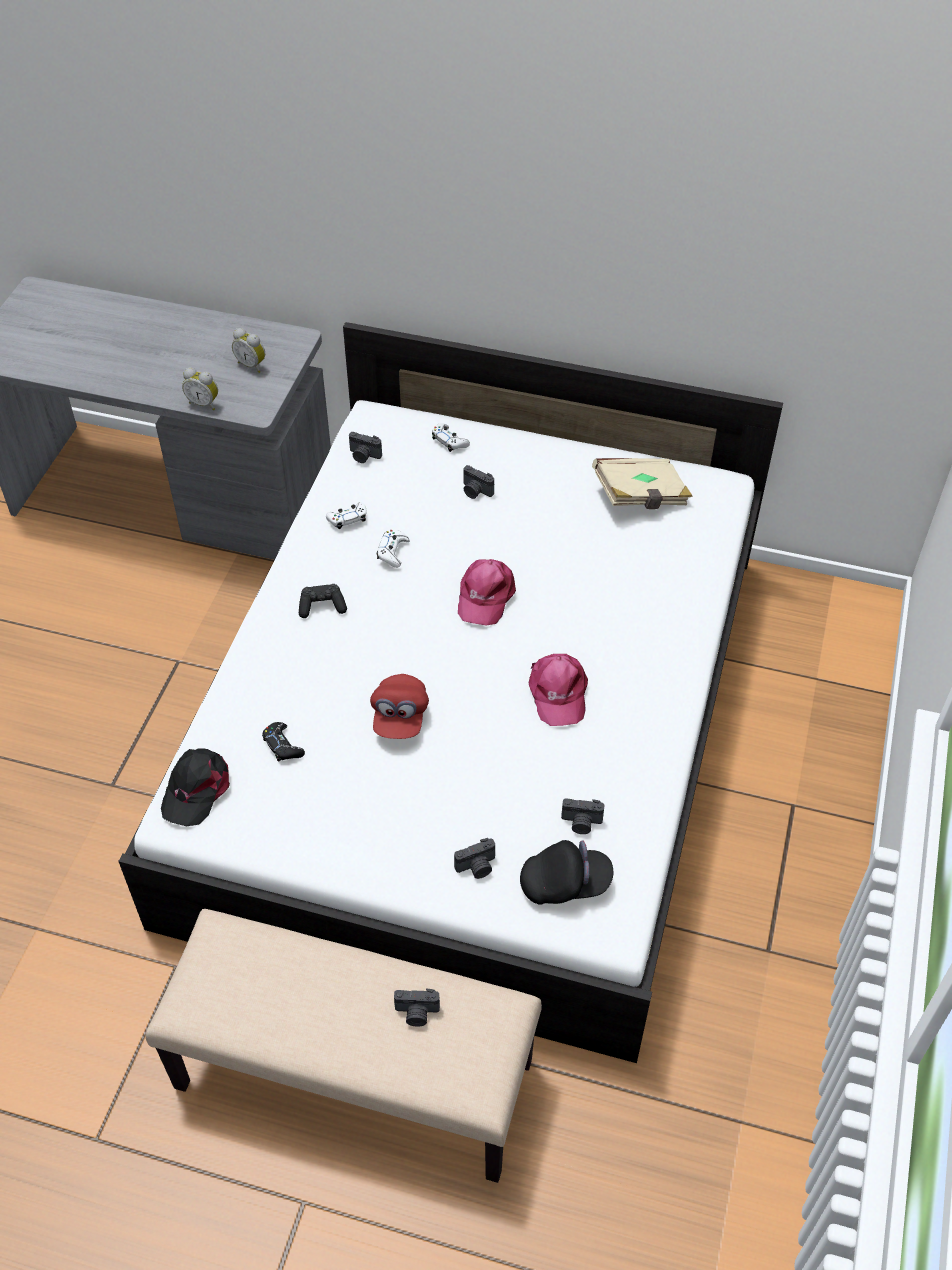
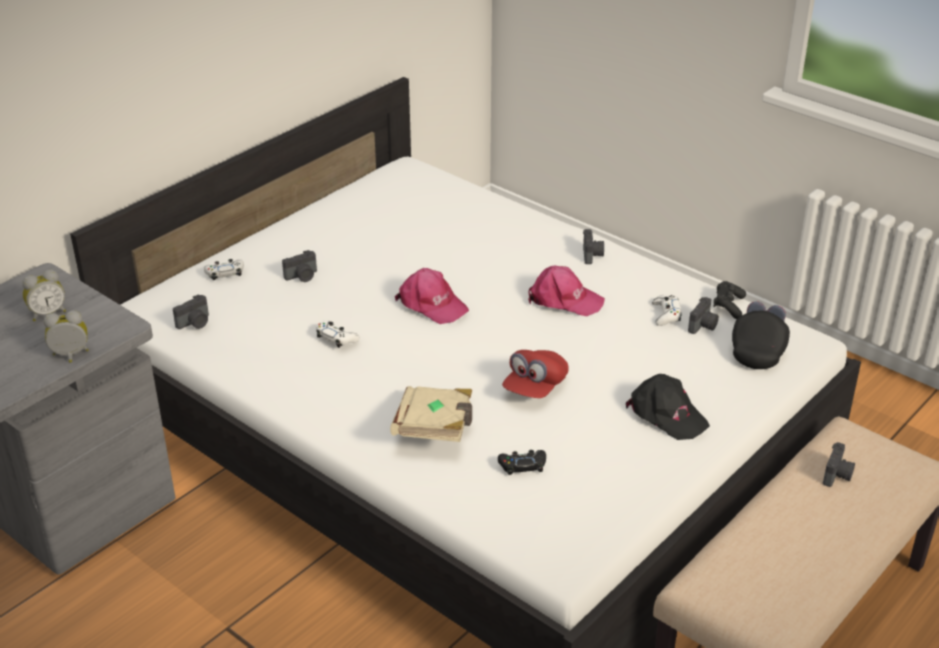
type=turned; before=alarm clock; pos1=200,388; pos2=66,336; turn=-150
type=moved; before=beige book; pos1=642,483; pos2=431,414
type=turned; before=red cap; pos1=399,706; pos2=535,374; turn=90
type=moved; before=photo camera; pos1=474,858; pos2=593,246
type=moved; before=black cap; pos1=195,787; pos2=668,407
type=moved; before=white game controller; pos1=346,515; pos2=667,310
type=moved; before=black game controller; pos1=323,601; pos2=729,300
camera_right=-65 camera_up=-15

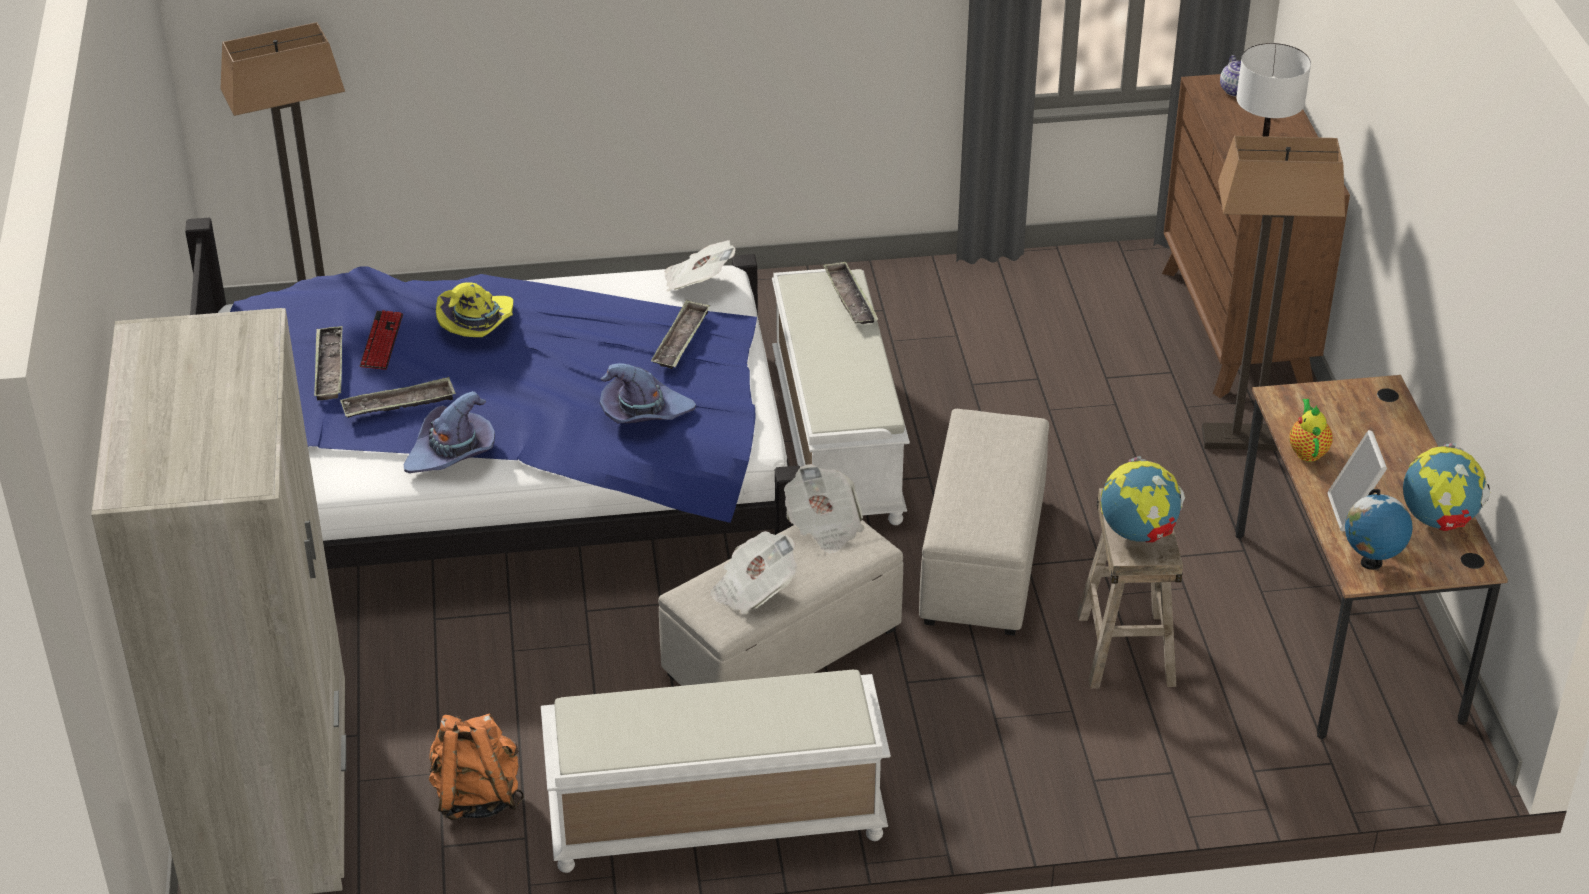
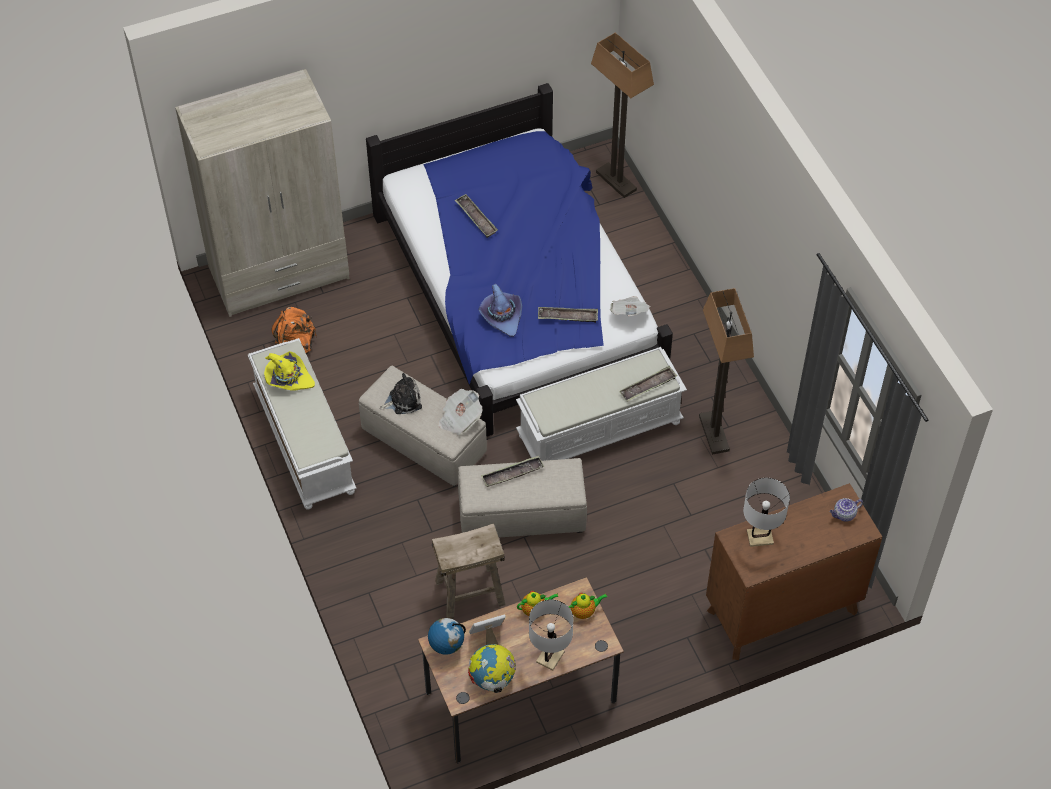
type=moved; before=yellow hat; pos1=474,310; pos2=289,371
type=replaced; before=newspaper; after=plush toy; pos1=753,572; pos2=401,393
type=moved; before=tray; pos1=328,363; pos2=512,471
type=added; after=white table lamp; pos2=551,635
type=added; after=teapot; pos2=588,606
type=moved; before=floor lamp; pos1=1273,293; pos2=726,371
type=removed; before=keyboard; pos1=381,340
type=removed; before=purple hat; pos1=449,432
type=removed; before=globe; pos1=1142,499
camera_right=75 camera_up=15

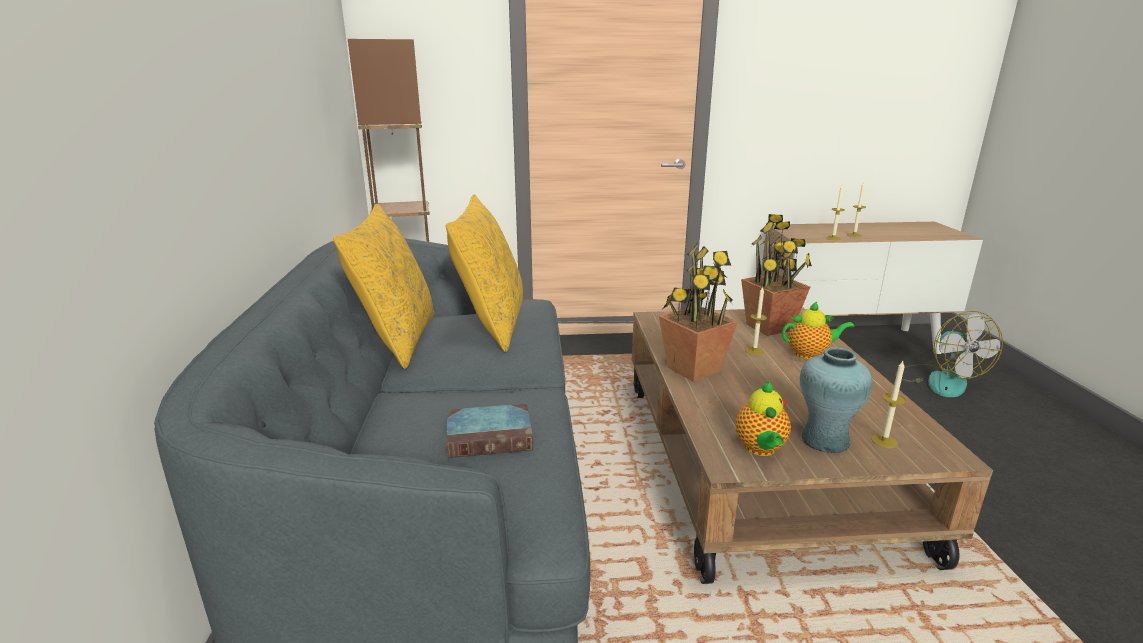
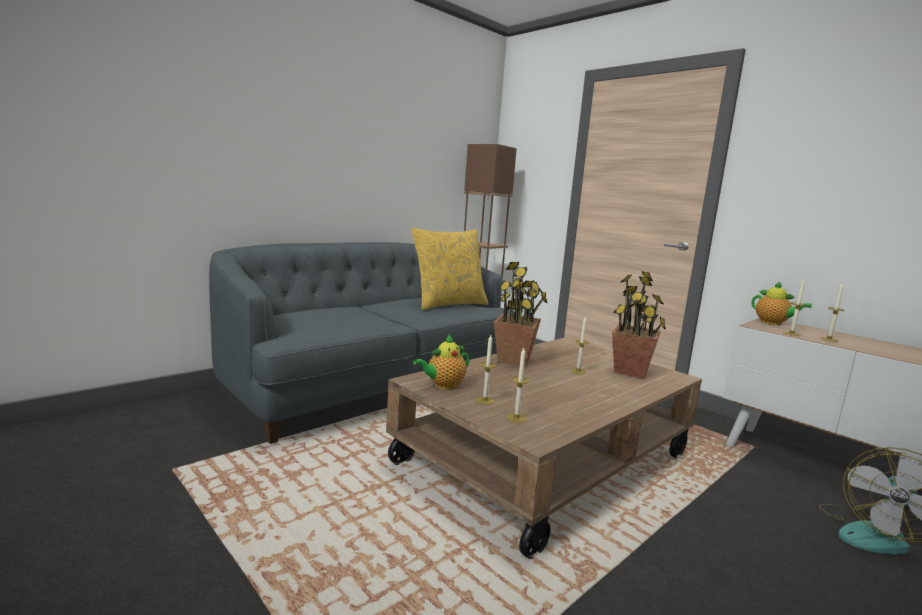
type=replaced; before=turquoise vase; after=candle; pos1=836,400; pos2=486,370
type=moved; before=teapot; pos1=818,330; pos2=782,303
type=removed; before=yellow pillow; pos1=384,286
type=removed; before=book; pos1=489,430
camera_right=50 camera_up=-10

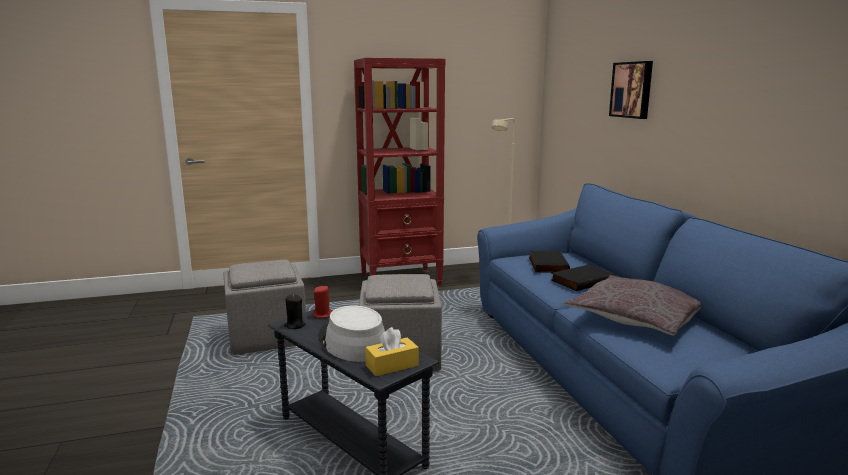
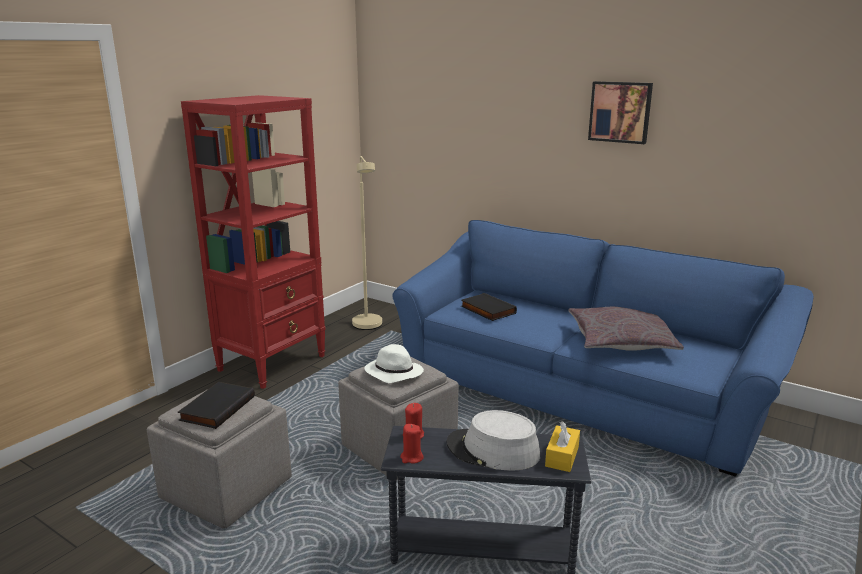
type=moved; before=black book; pos1=583,278; pos2=216,405
type=added; after=white hat; pos2=394,363
type=recoloured; before=black candle; after=red candle; pos1=295,311; pos2=412,444
type=moved; before=picture; pos1=631,90; pos2=620,112
camera_right=-40 camera_up=5

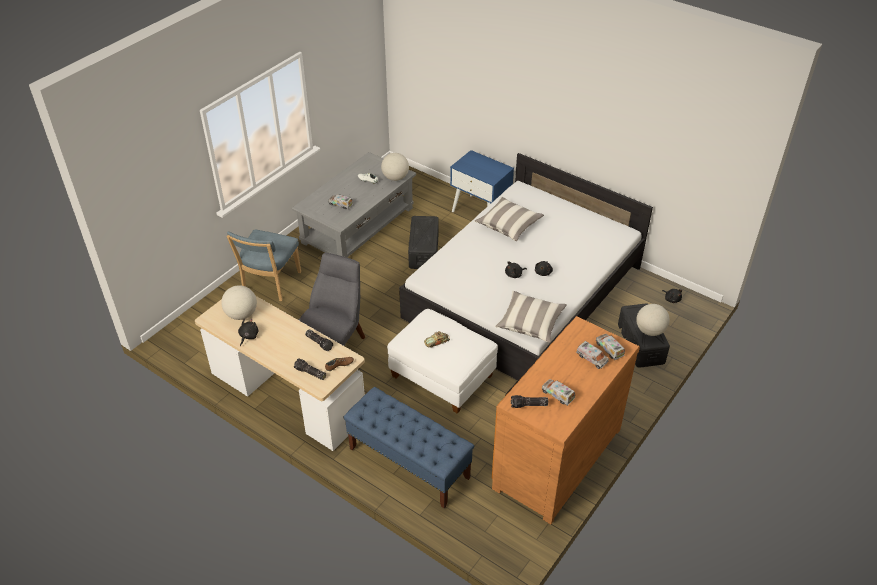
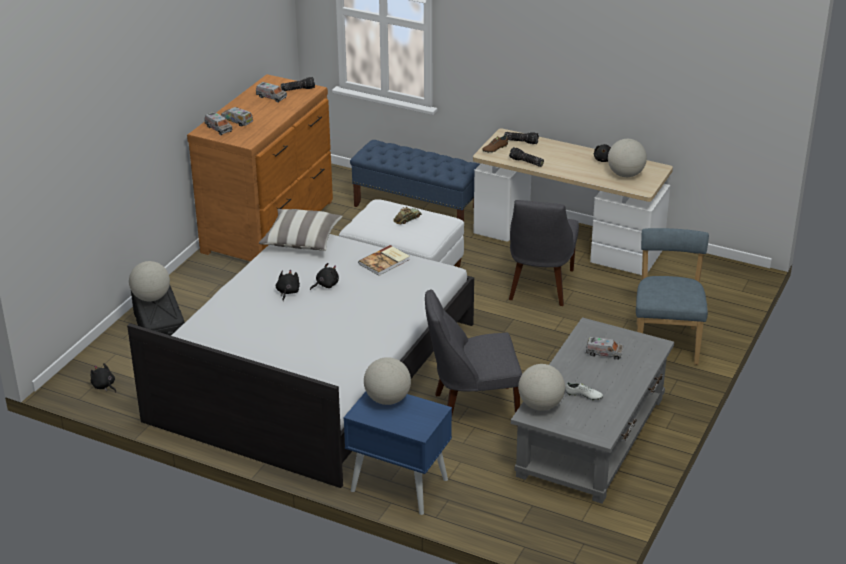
type=added; after=book; pos2=384,260
type=added; after=globe; pos2=387,381
type=replaced; before=black storage box; after=grey chair; pos1=423,242; pos2=473,358
type=removed; before=pillow; pos1=509,219
camera_right=170 camera_up=-10

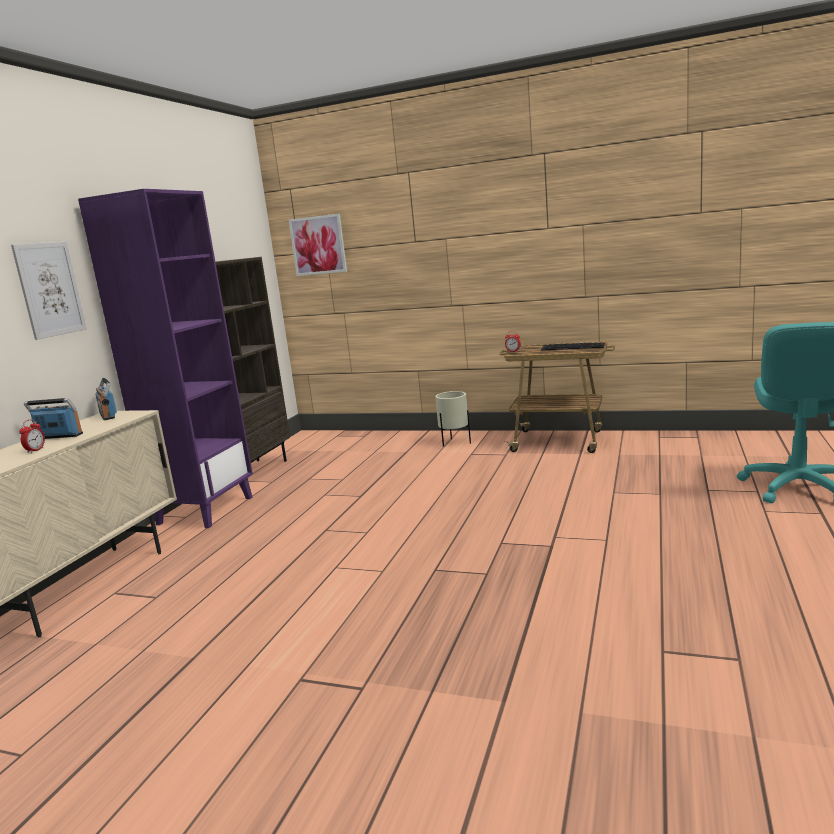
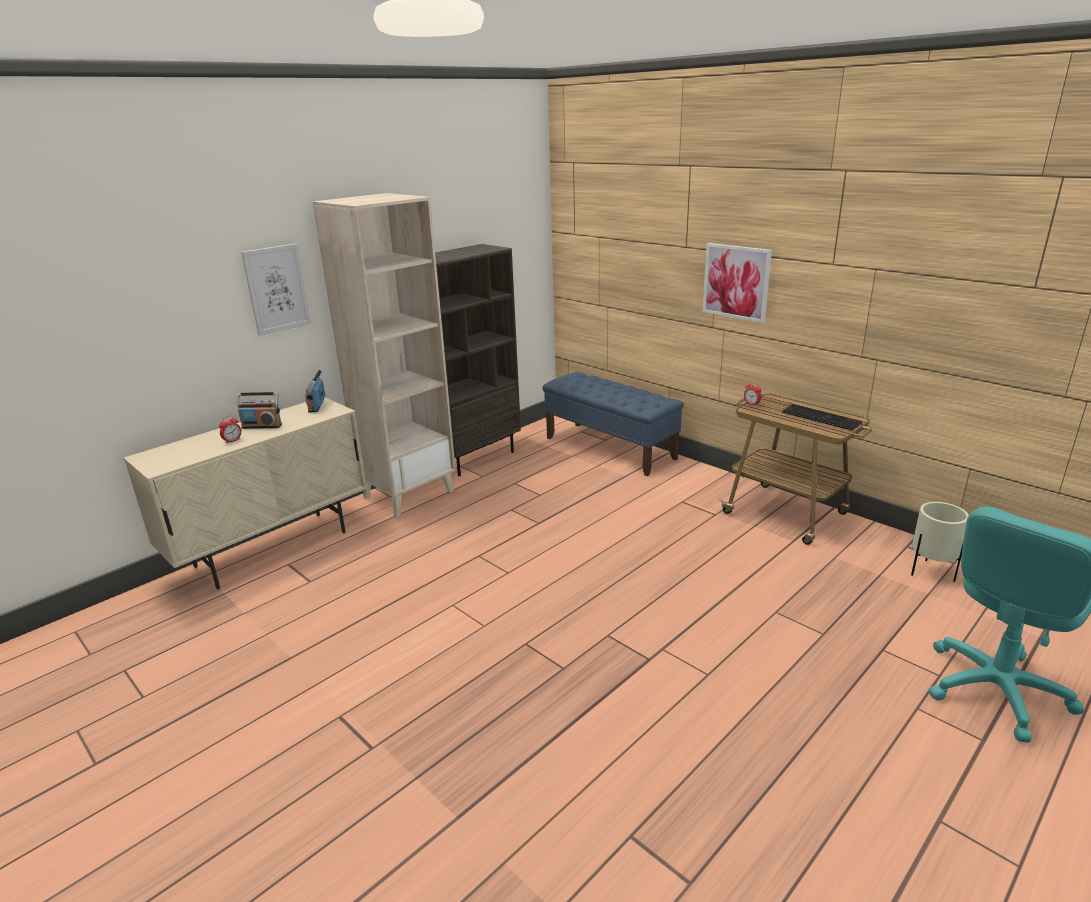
type=turned; before=radio; pos1=53,418; pos2=259,410; turn=150
type=recoloured; before=purple bookcase; after=beige bookcase; pos1=165,358; pos2=384,355
type=added; after=blue bench; pos2=613,424
type=moved; before=picture; pos1=318,245; pos2=737,283
type=moved; before=beige planter; pos1=453,419; pos2=940,542
camera_right=25 camera_up=10

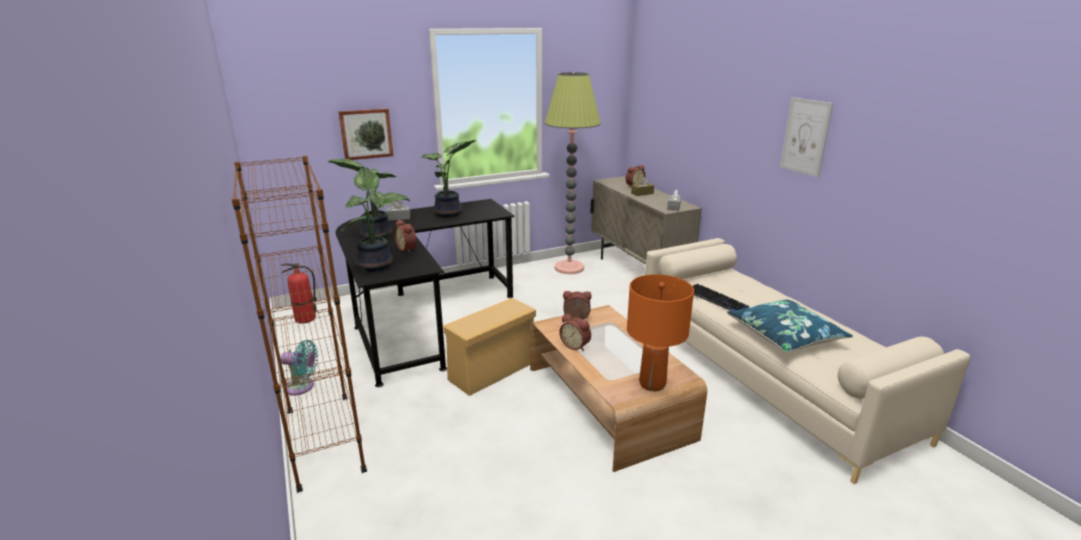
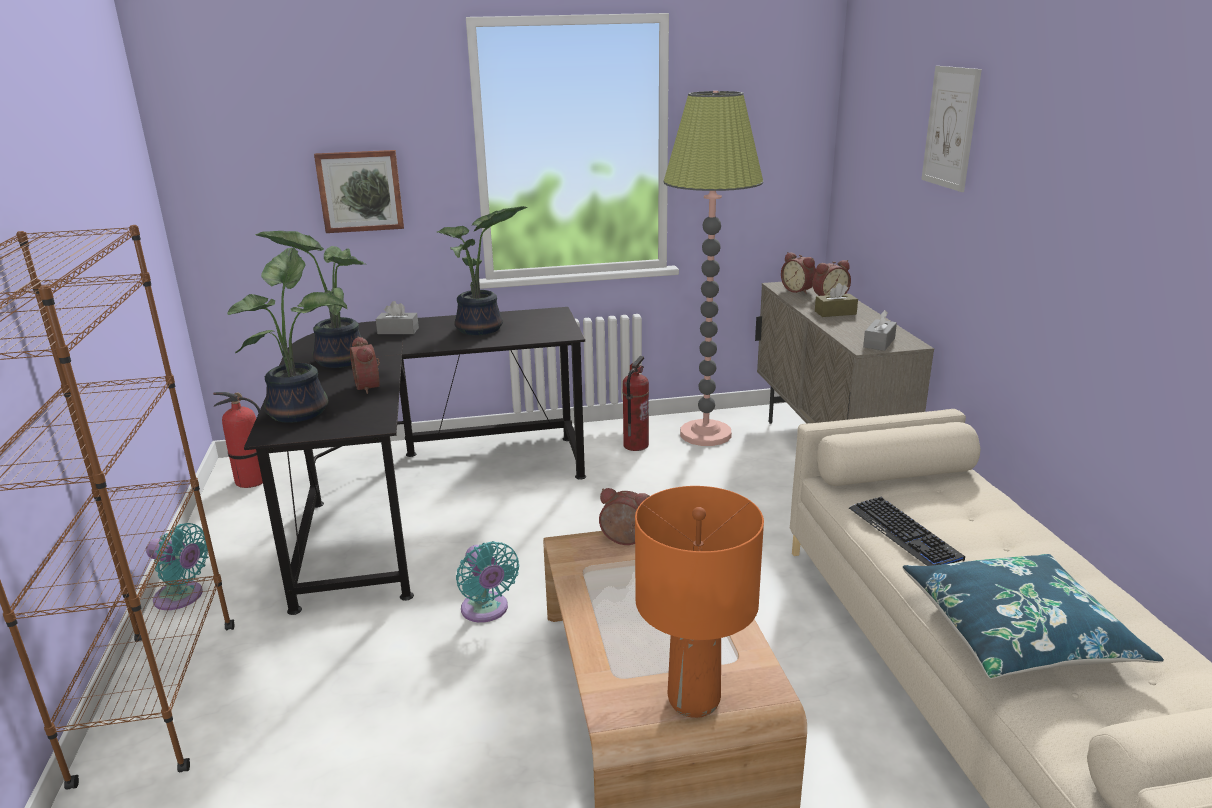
type=replaced; before=beige storage box; after=turquoise fan; pos1=489,347; pos2=487,582
type=added; after=fire extinguisher; pos2=635,403
type=moved; before=alarm clock; pos1=575,332; pos2=798,273
type=moved; before=picture; pos1=806,137; pos2=951,129
camera_right=15 camera_up=0

